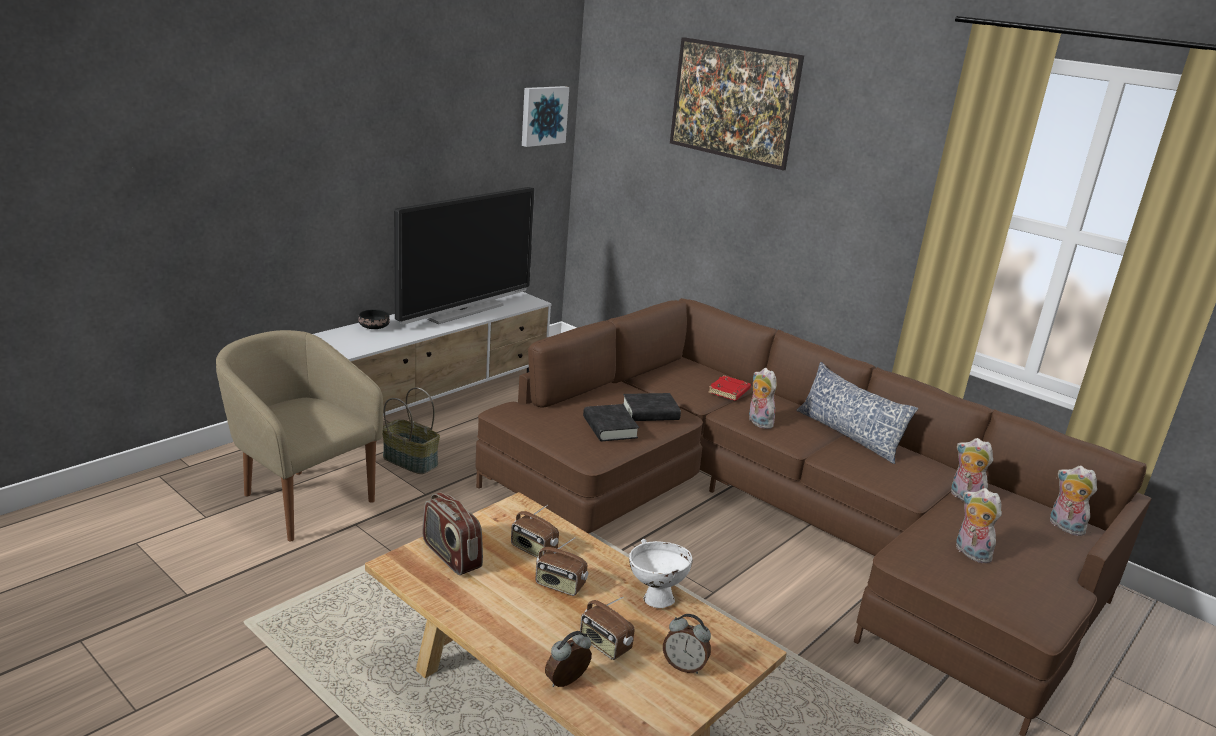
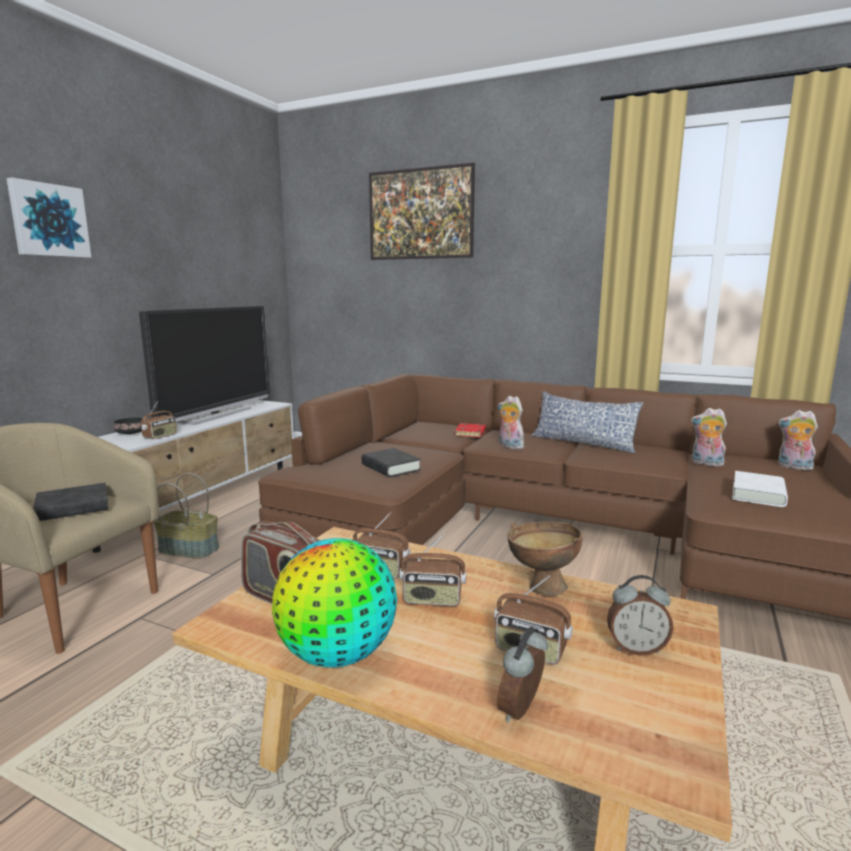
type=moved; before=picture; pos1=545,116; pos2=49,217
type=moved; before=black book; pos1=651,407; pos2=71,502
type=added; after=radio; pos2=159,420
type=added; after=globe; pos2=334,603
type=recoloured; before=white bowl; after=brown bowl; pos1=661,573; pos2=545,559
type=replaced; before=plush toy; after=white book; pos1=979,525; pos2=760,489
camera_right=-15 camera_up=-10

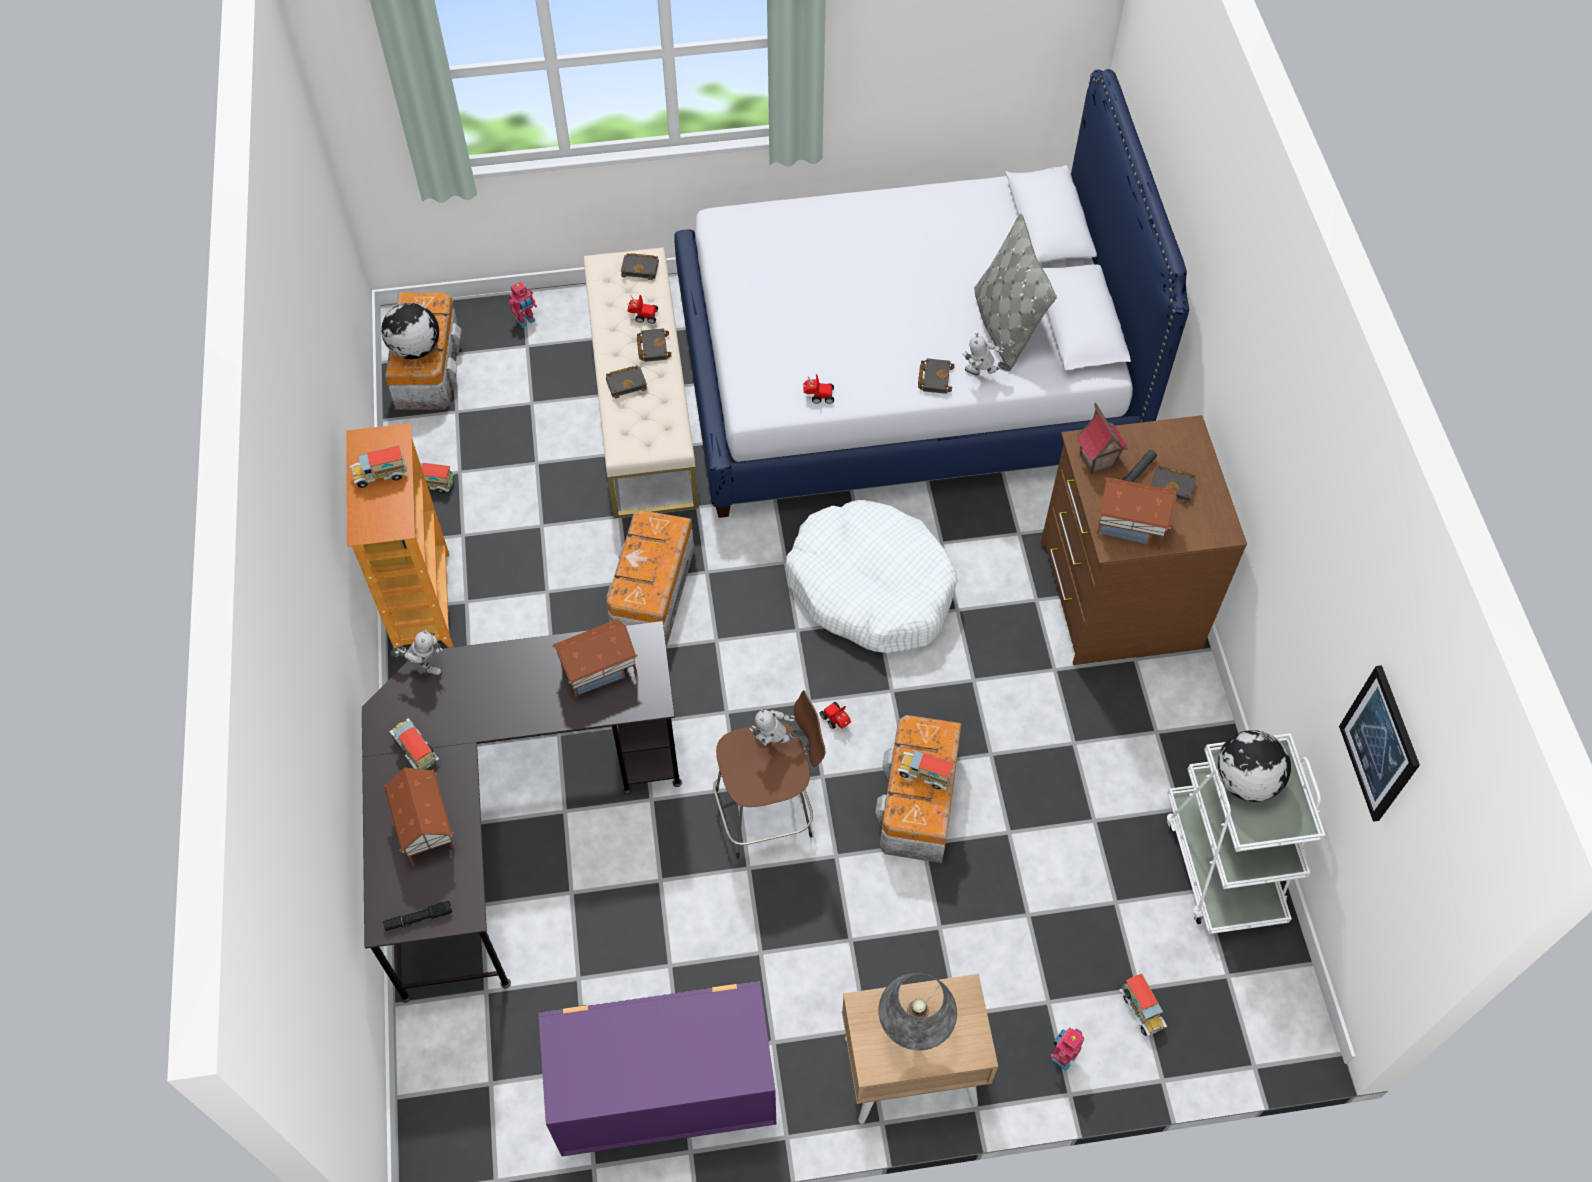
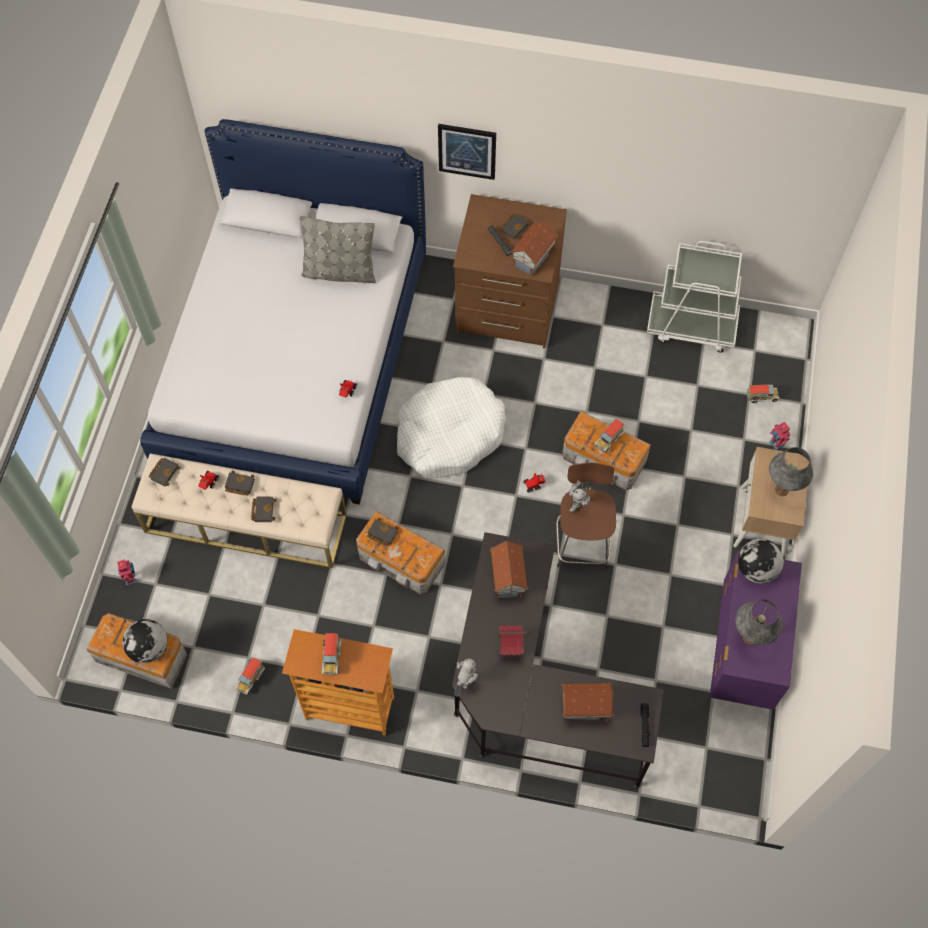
type=moved; before=black book; pos1=936,376; pos2=383,532
type=moved; before=picture; pos1=1379,743; pos2=467,152
type=moved; before=toy house; pos1=1102,438; pos2=512,640
type=added; after=grey table lamp; pos2=759,622
type=moved; before=globe; pos1=1254,766; pos2=761,561
type=removed; before=toy truck; pos1=414,744
type=removed; before=toy robot; pos1=987,354
camera_right=-70 camera_up=5

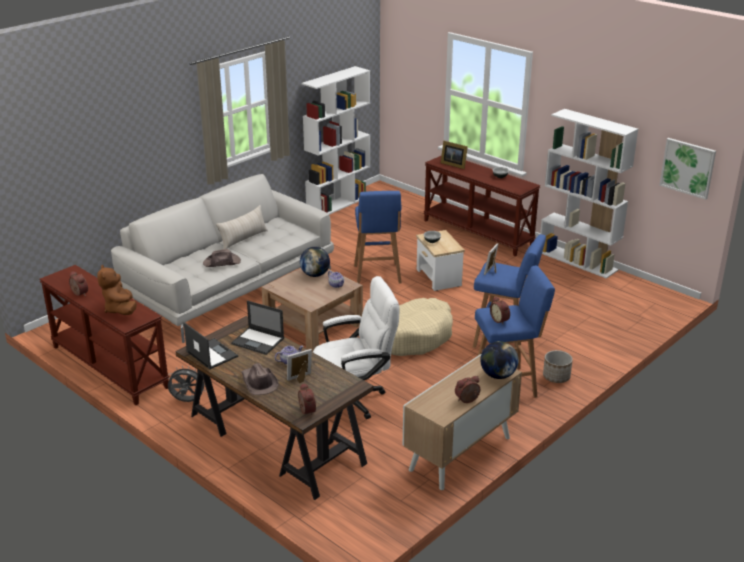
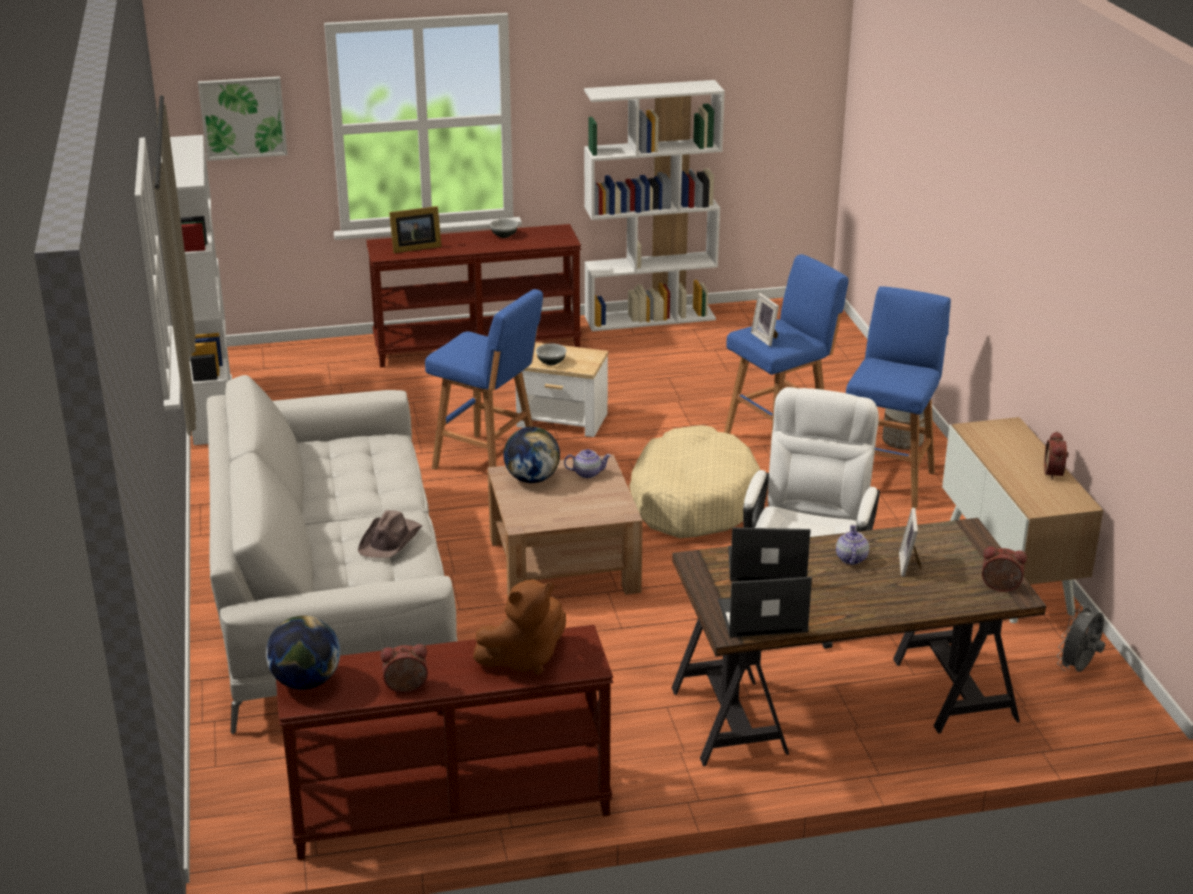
type=moved; before=picture; pos1=687,169; pos2=243,118
type=moved; before=globe; pos1=499,360; pos2=303,653
type=turned; before=brown plush toy; pos1=117,290; pos2=519,627; turn=-45
type=turned; before=laptop; pos1=257,328; pos2=769,554; turn=-150
type=moved; before=grey fan; pos1=186,384; pos2=1081,637
type=removed; before=beige pillow; pos1=242,227
type=removed; before=brown hat; pos1=260,379
type=removed; before=alarm clock; pos1=500,310
camera_right=-55 camera_up=0

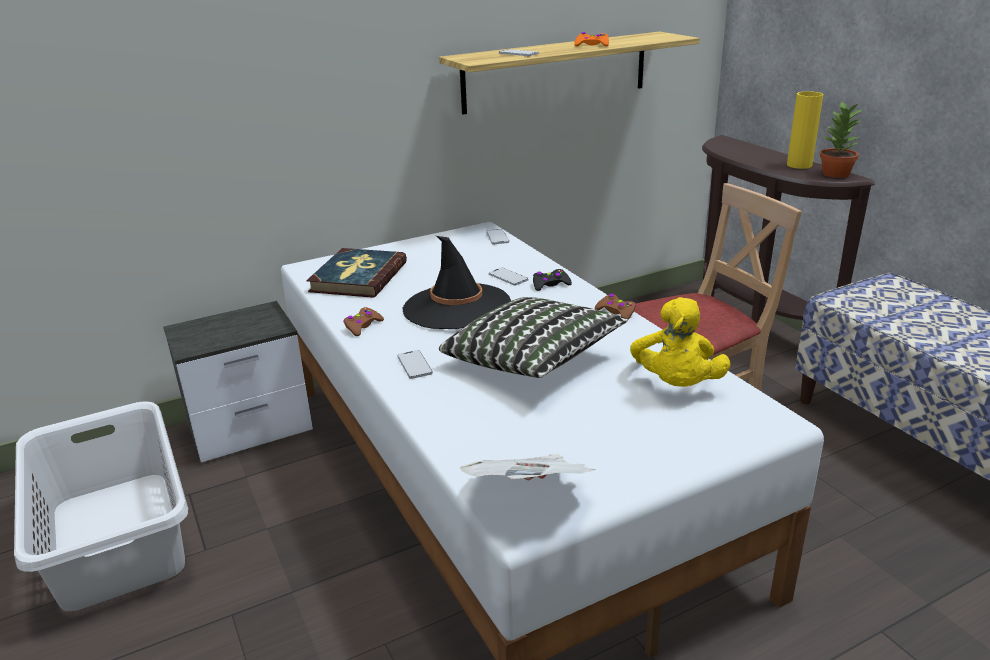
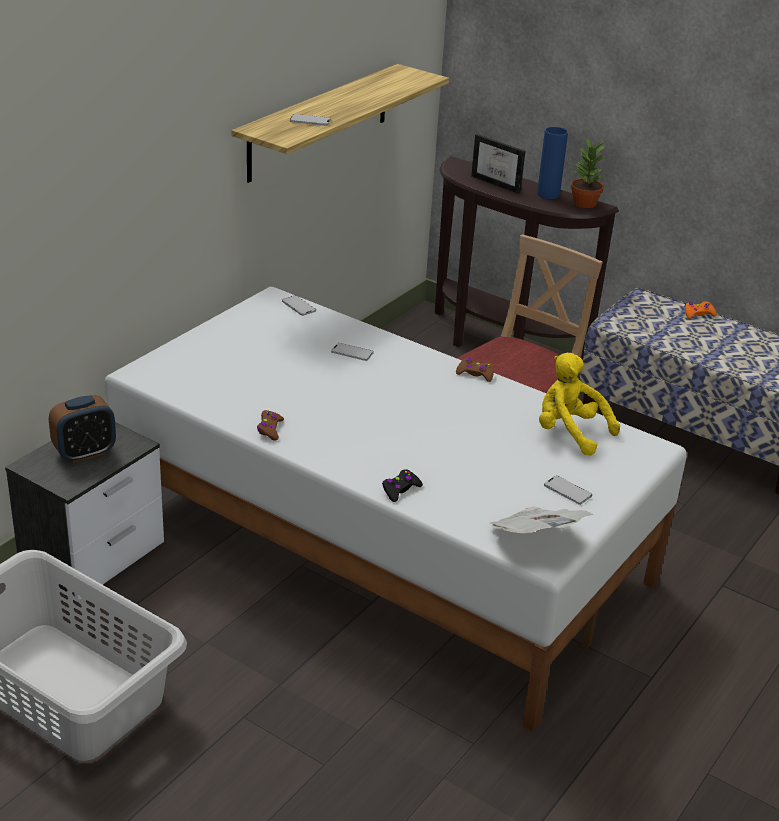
type=added; after=alarm clock; pos2=82,429
type=moved; before=black game controller; pos1=552,280; pos2=402,485
type=added; after=picture frame; pos2=498,164
type=recoloured; before=yellow vase; after=blue vase; pos1=805,130; pos2=552,163
type=turned; before=yellow plush toy; pos1=680,342; pos2=579,404; turn=150
type=moved; before=phone; pos1=415,364; pos2=568,490
type=moved; before=orange game controller; pos1=591,39; pos2=701,310
type=removed; before=book; pos1=357,273
type=removed; before=black hat; pos1=457,282
type=removed; before=pillow; pos1=533,337
camera_right=-30 camera_up=5

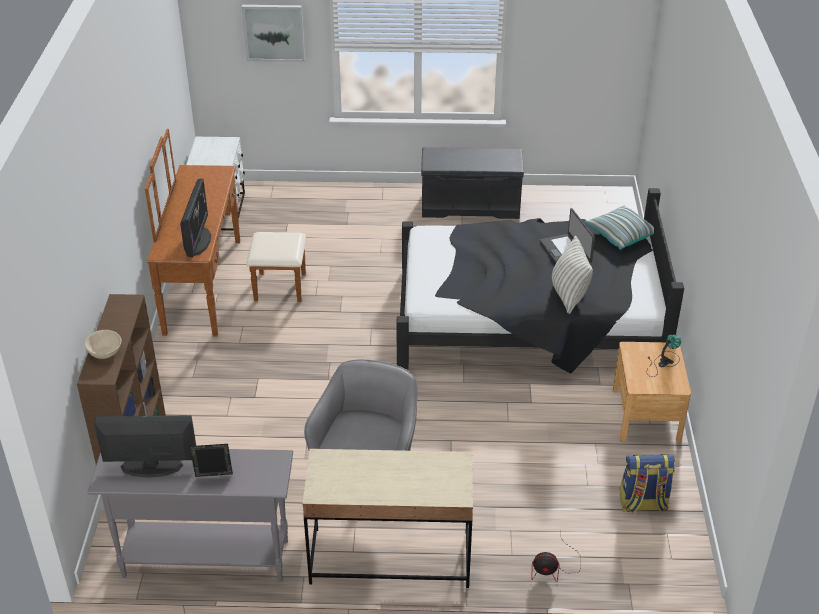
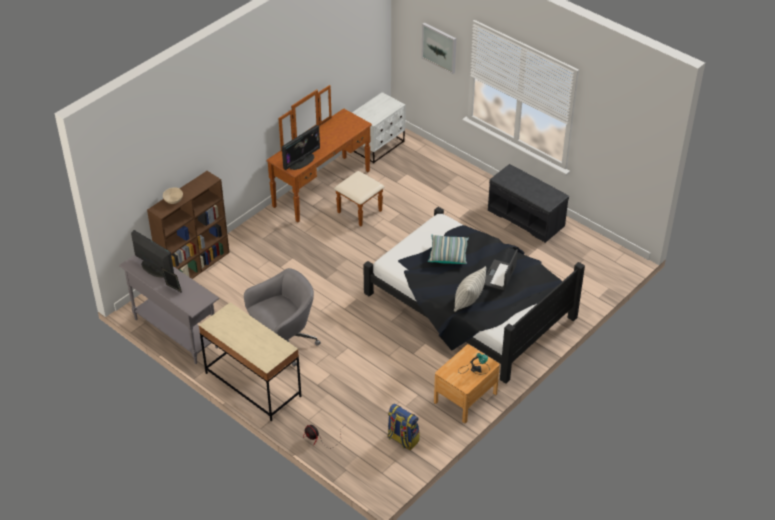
type=moved; before=pillow; pos1=619,228; pos2=448,249
camera_right=40 camera_up=5

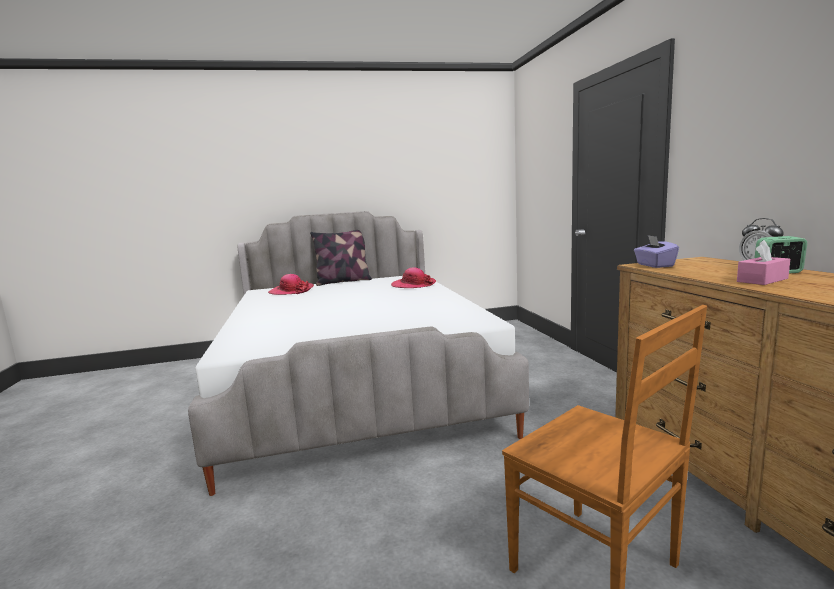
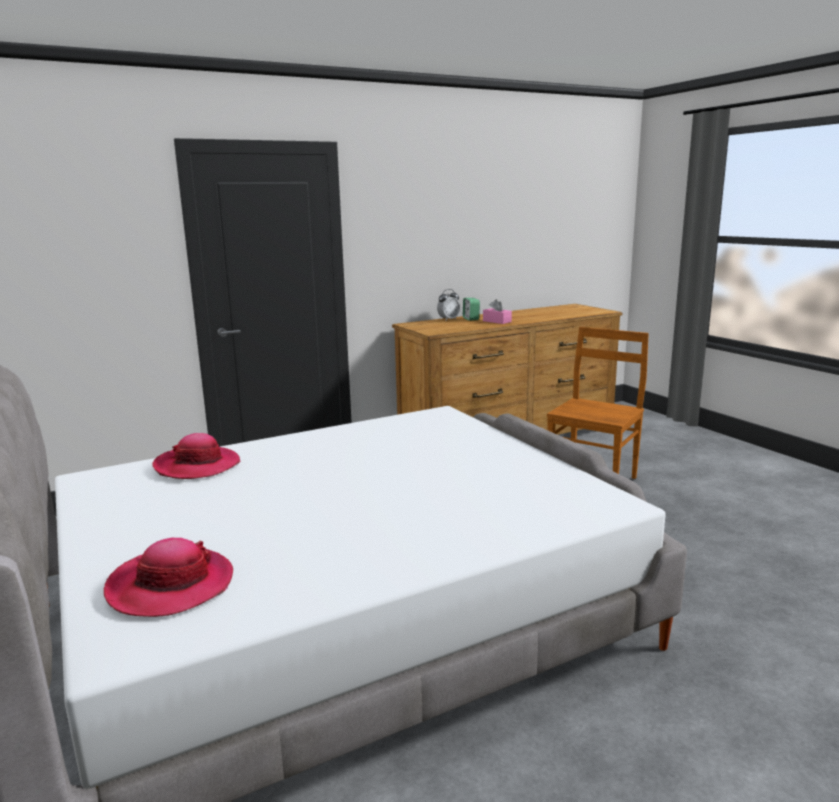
type=removed; before=pillow; pos1=341,258
type=removed; before=purple tissue box; pos1=656,251
camera_right=-105 camera_up=5

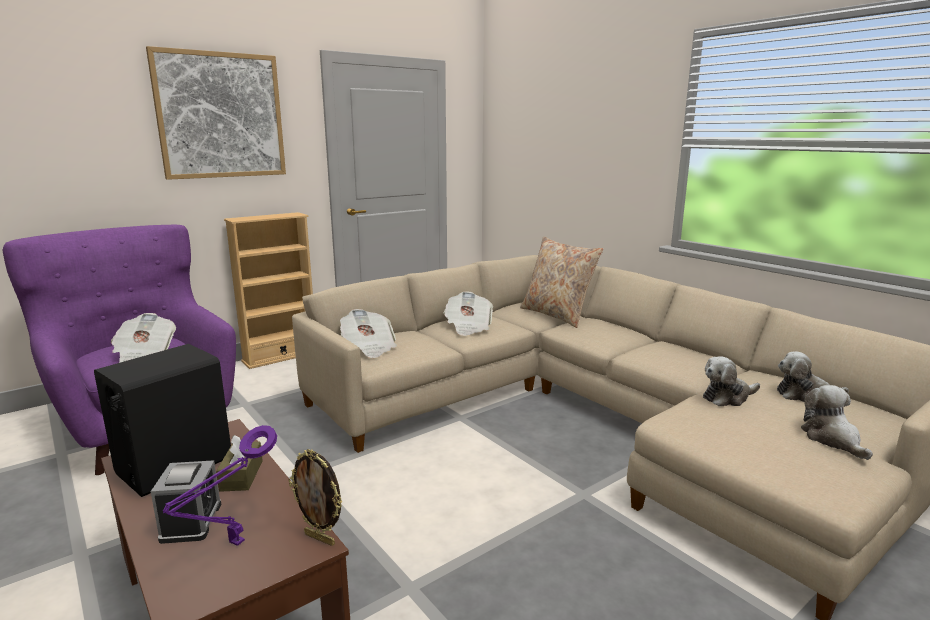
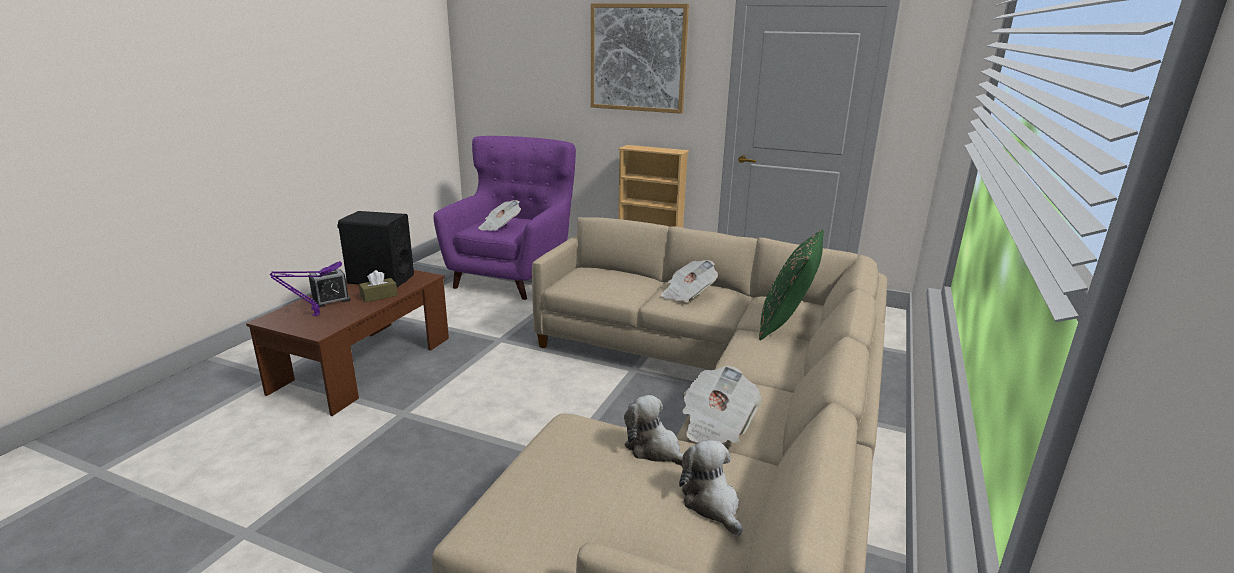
type=moved; before=newspaper; pos1=368,333; pos2=721,404
type=recoloured; before=beige pillow; after=green pillow; pos1=561,282; pos2=791,285
type=removed; before=picture frame; pos1=315,497
type=removed; before=plush toy; pos1=837,422
camera_right=60 camera_up=5

